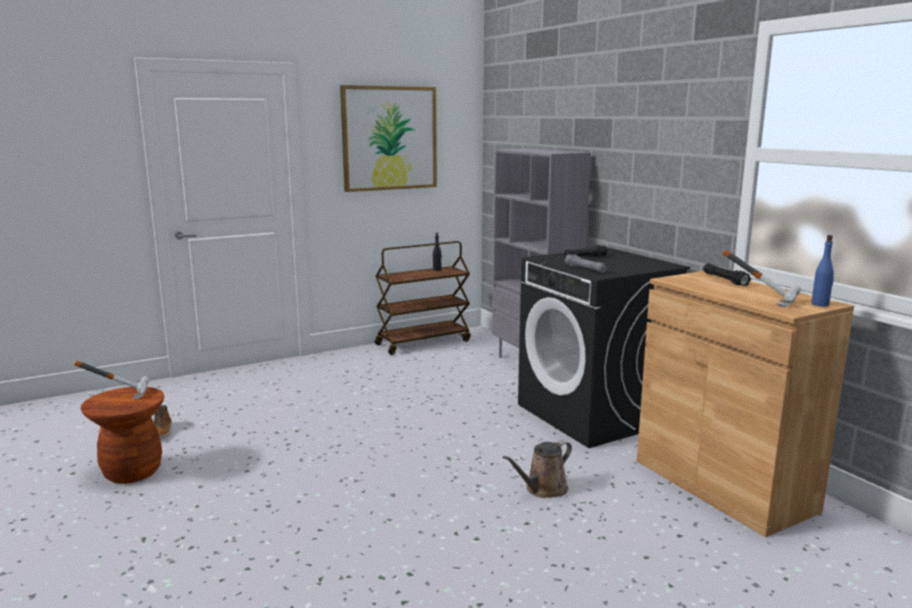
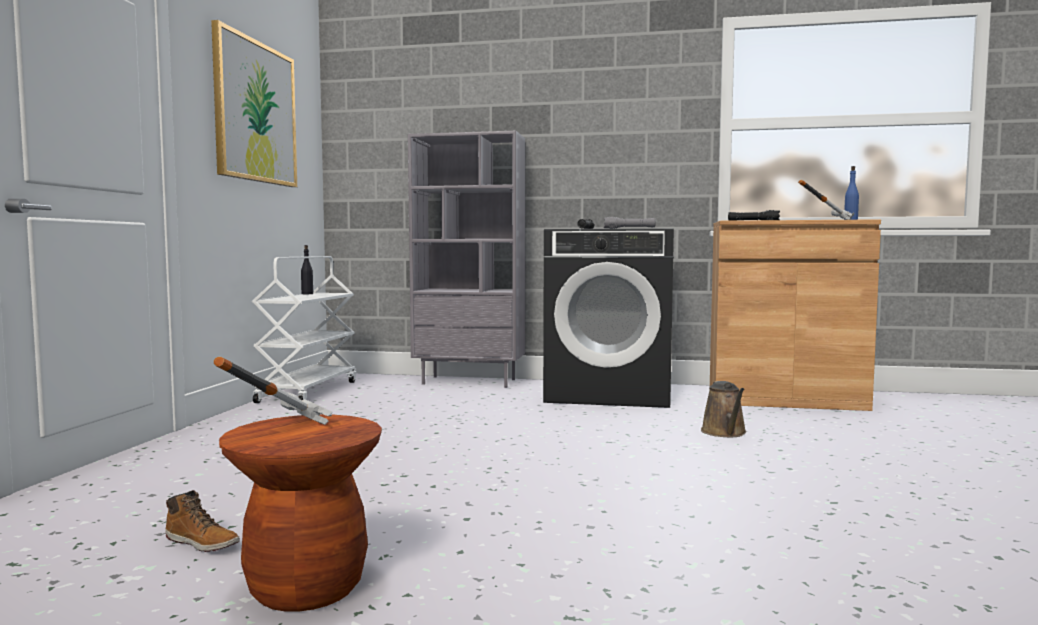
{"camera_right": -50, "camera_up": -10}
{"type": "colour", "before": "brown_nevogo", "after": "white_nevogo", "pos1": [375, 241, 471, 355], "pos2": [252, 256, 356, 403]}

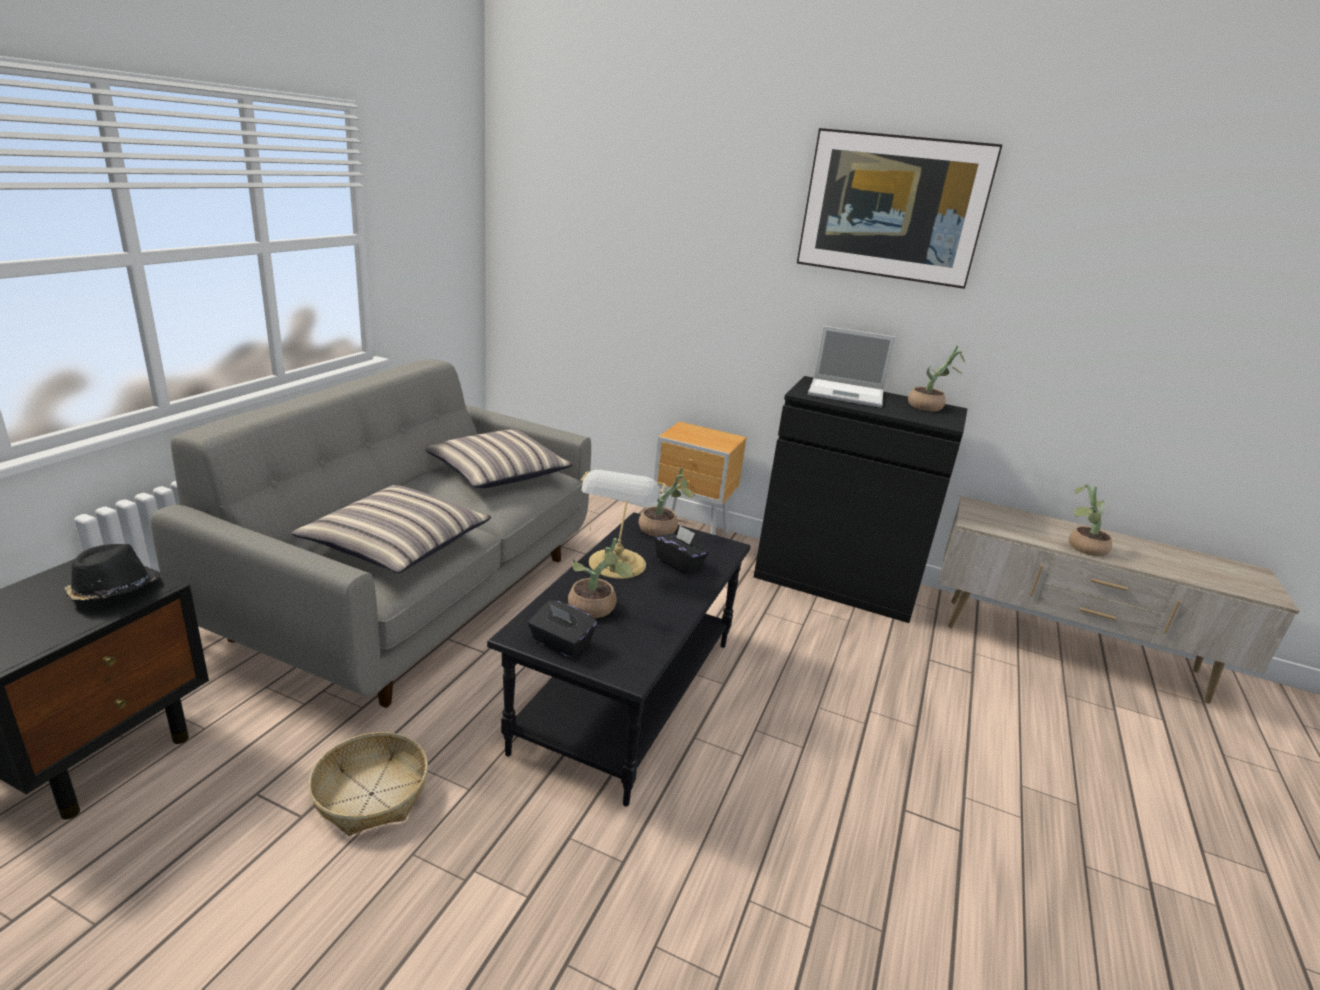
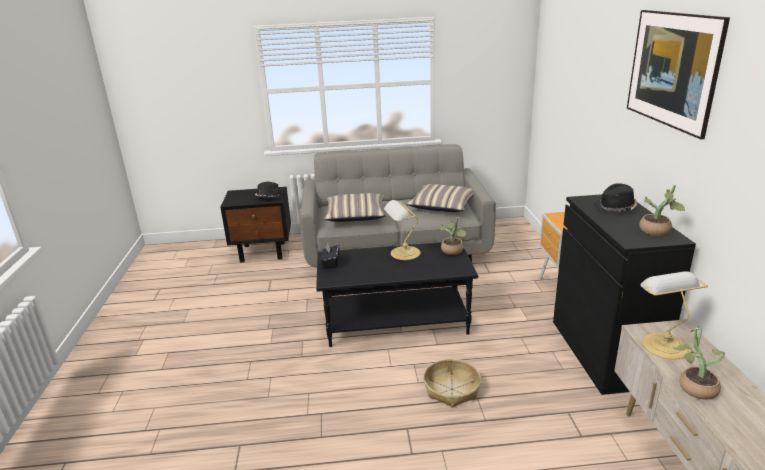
{"camera_right": 65, "camera_up": 0}
{"type": "relocated", "before": "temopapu", "pos1": [308, 732, 428, 836], "pos2": [424, 359, 481, 408]}
{"type": "exchanged", "before": "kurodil", "after": "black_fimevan", "pos1": [808, 326, 895, 408], "pos2": [595, 183, 637, 214]}
{"type": "appeared", "after": "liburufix", "pos2": [640, 272, 708, 360]}
{"type": "missing", "before": "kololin", "pos1": [568, 538, 634, 618]}
{"type": "missing", "before": "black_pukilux", "pos1": [655, 525, 709, 574]}

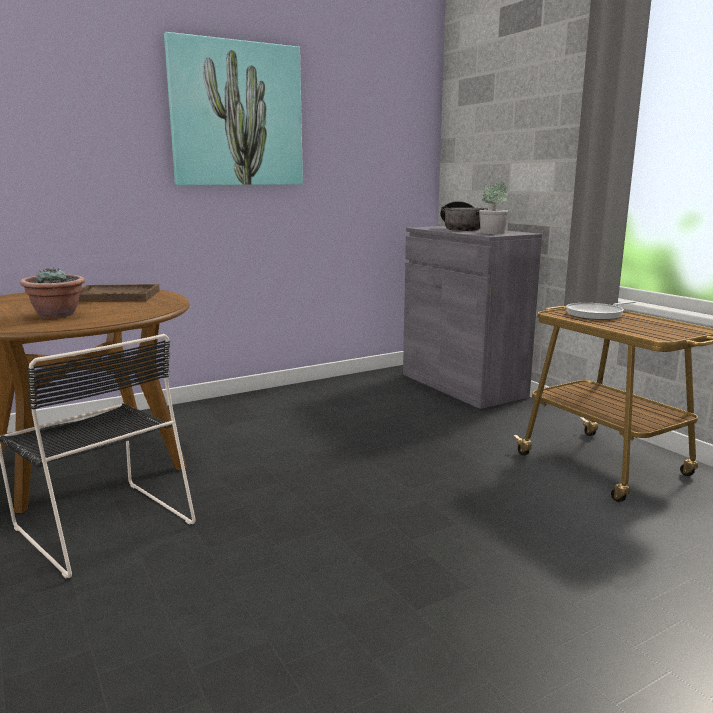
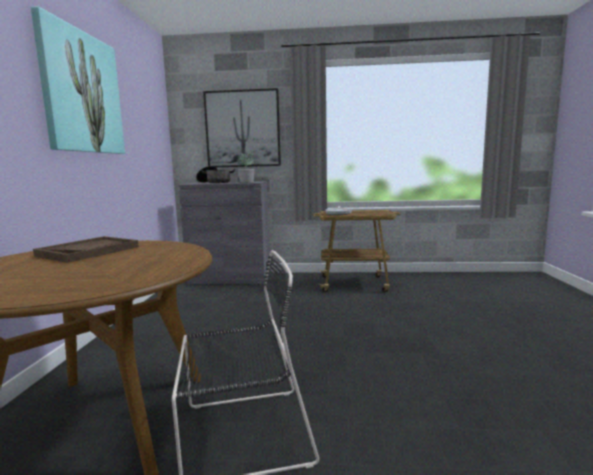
{"camera_right": -55, "camera_up": -5}
{"type": "appeared", "after": "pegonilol", "pos2": [203, 88, 281, 167]}
{"type": "missing", "before": "kololin", "pos1": [20, 268, 85, 318]}

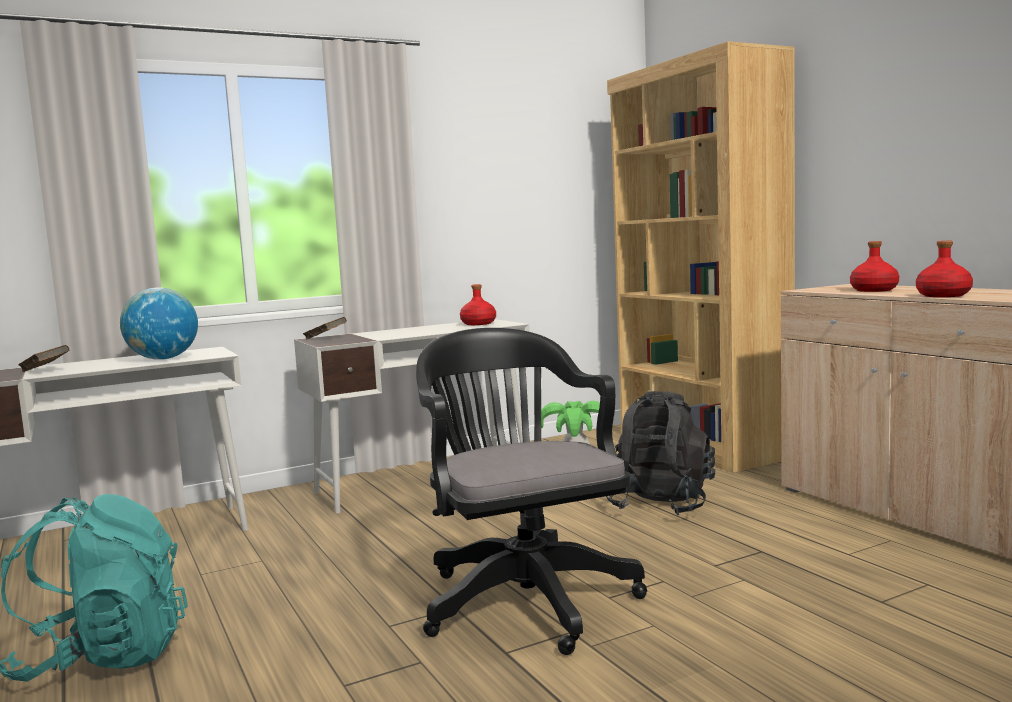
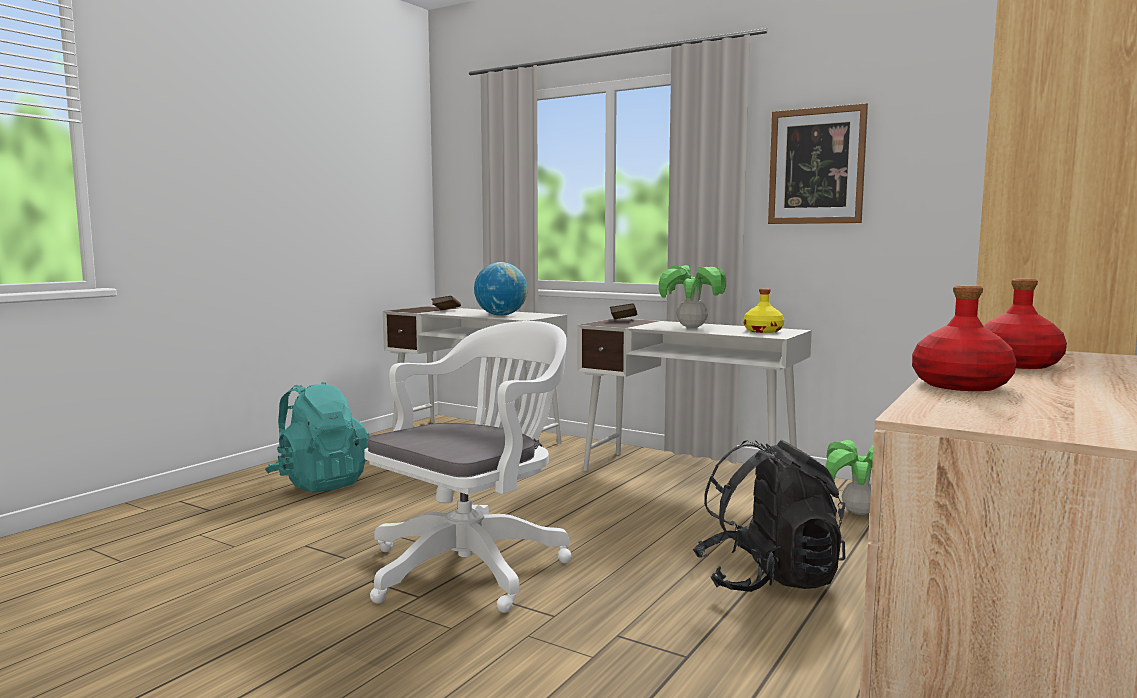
{"camera_right": 60, "camera_up": 0}
{"type": "colour", "before": "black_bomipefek", "after": "white_bomipefek", "pos1": [416, 328, 647, 655], "pos2": [364, 321, 572, 613]}
{"type": "appeared", "after": "kololin", "pos2": [659, 265, 726, 328]}
{"type": "colour", "before": "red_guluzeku", "after": "yellow_guluzeku", "pos1": [460, 284, 496, 325], "pos2": [743, 288, 784, 333]}
{"type": "appeared", "after": "pegonilol", "pos2": [768, 103, 868, 224]}

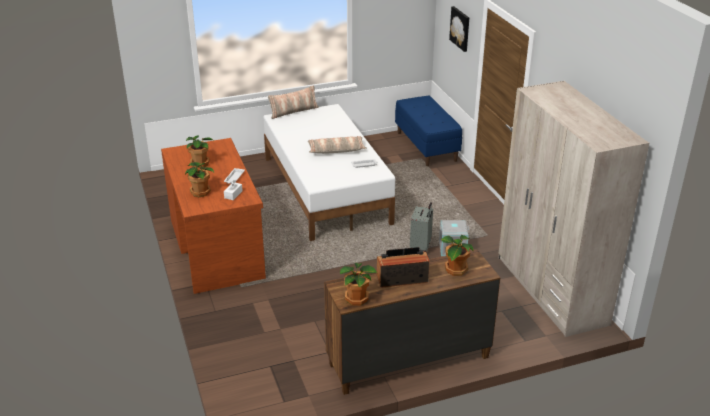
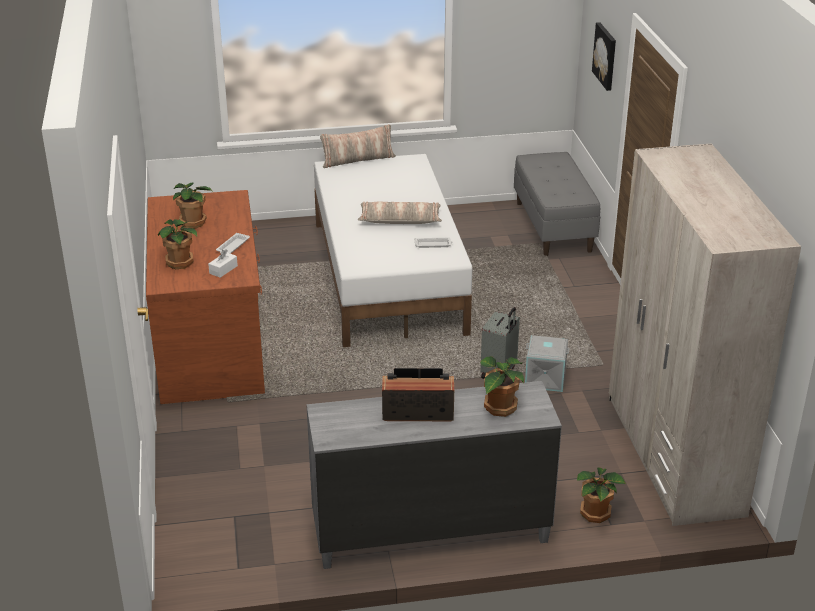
{"camera_right": 10, "camera_up": 0}
{"type": "colour", "before": "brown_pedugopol", "after": "grey_pedugopol", "pos1": [324, 249, 500, 395], "pos2": [306, 381, 562, 569]}
{"type": "colour", "before": "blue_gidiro", "after": "grey_gidiro", "pos1": [395, 96, 462, 167], "pos2": [514, 152, 600, 256]}
{"type": "relocated", "before": "kololin", "pos1": [340, 263, 377, 306], "pos2": [577, 467, 626, 523]}

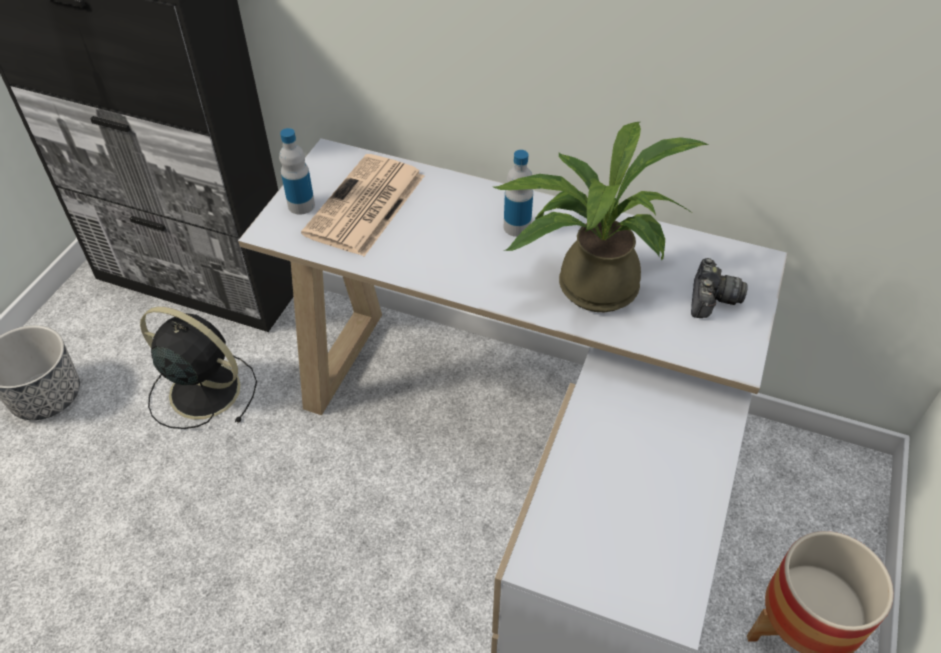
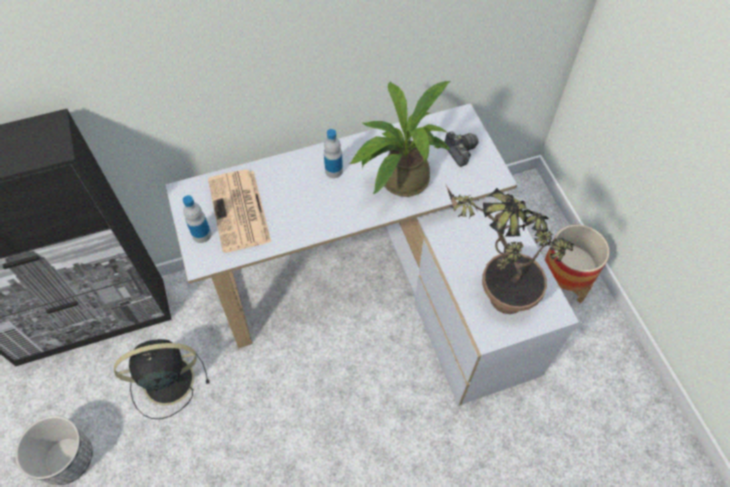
{"camera_right": -40, "camera_up": 10}
{"type": "appeared", "after": "kololin", "pos2": [445, 183, 574, 314]}

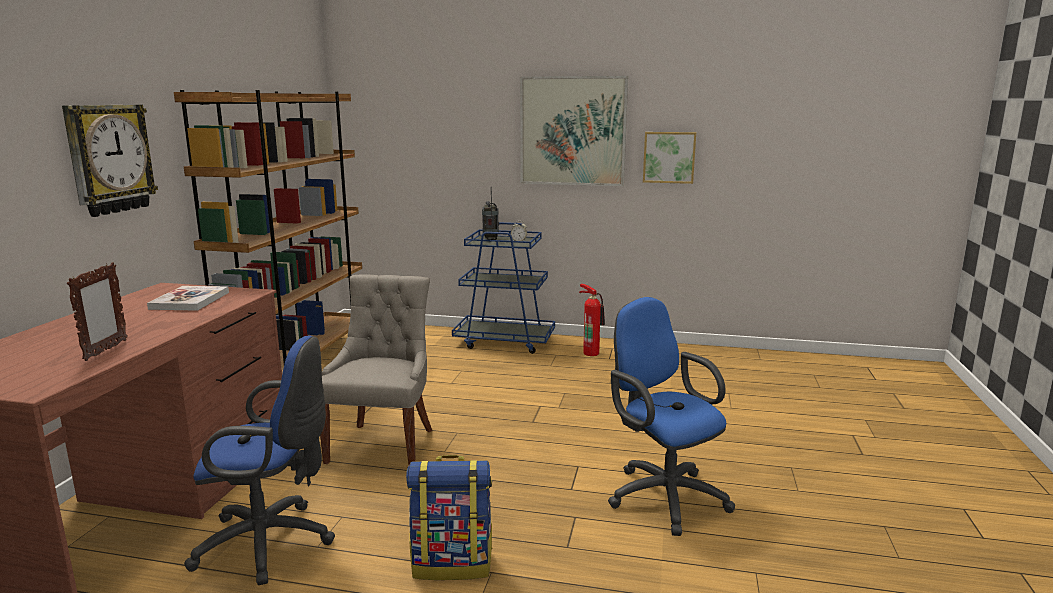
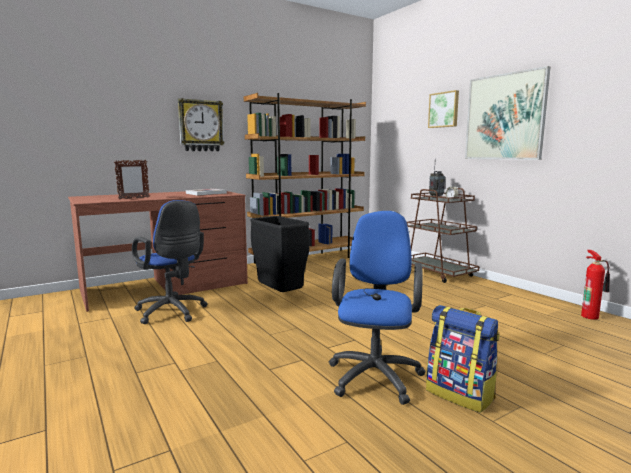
{"camera_right": 45, "camera_up": -5}
{"type": "exchanged", "before": "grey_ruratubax", "after": "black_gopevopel", "pos1": [320, 275, 432, 465], "pos2": [250, 216, 310, 292]}
{"type": "colour", "before": "blue_nevogo", "after": "brown_nevogo", "pos1": [452, 222, 555, 354], "pos2": [407, 188, 480, 283]}
{"type": "relocated", "before": "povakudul", "pos1": [406, 455, 492, 580], "pos2": [426, 305, 500, 413]}
{"type": "relocated", "before": "pegonilol", "pos1": [643, 132, 696, 184], "pos2": [428, 90, 459, 128]}
{"type": "relocated", "before": "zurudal", "pos1": [579, 284, 605, 356], "pos2": [581, 250, 610, 320]}

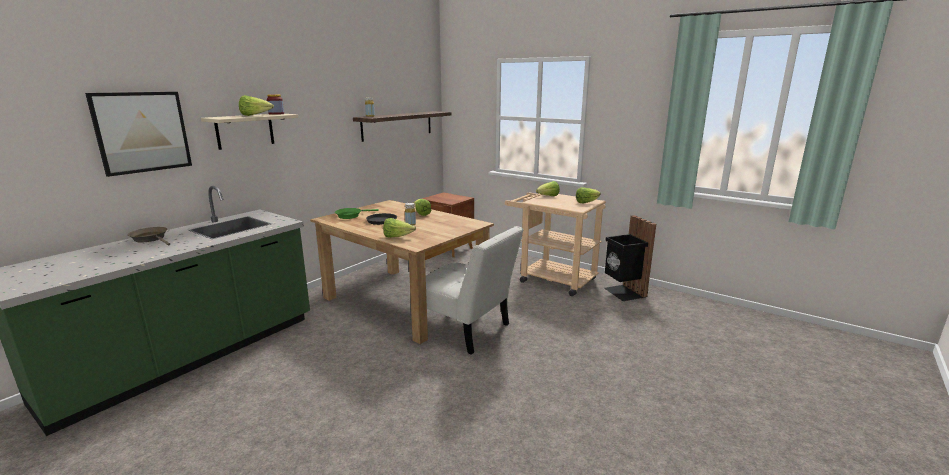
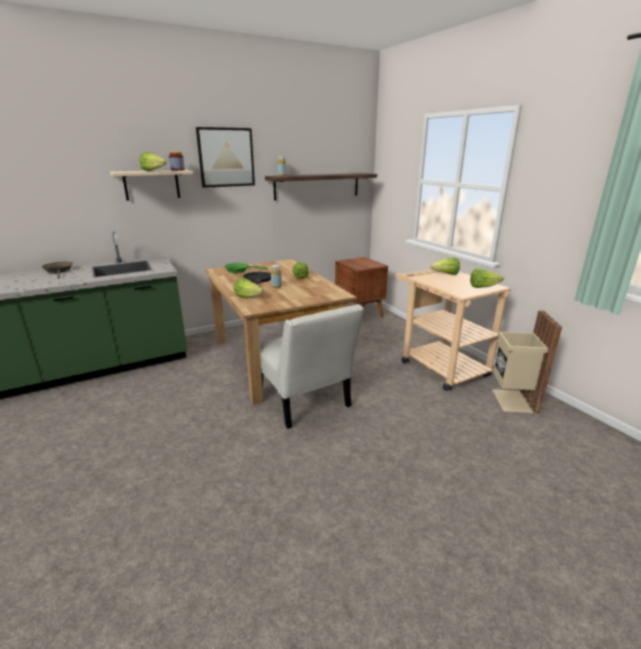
{"camera_right": 25, "camera_up": 5}
{"type": "relocated", "before": "pegonilol", "pos1": [85, 92, 192, 177], "pos2": [196, 127, 255, 188]}
{"type": "colour", "before": "black_gopevopel", "after": "beige_gopevopel", "pos1": [604, 215, 656, 301], "pos2": [492, 311, 562, 413]}

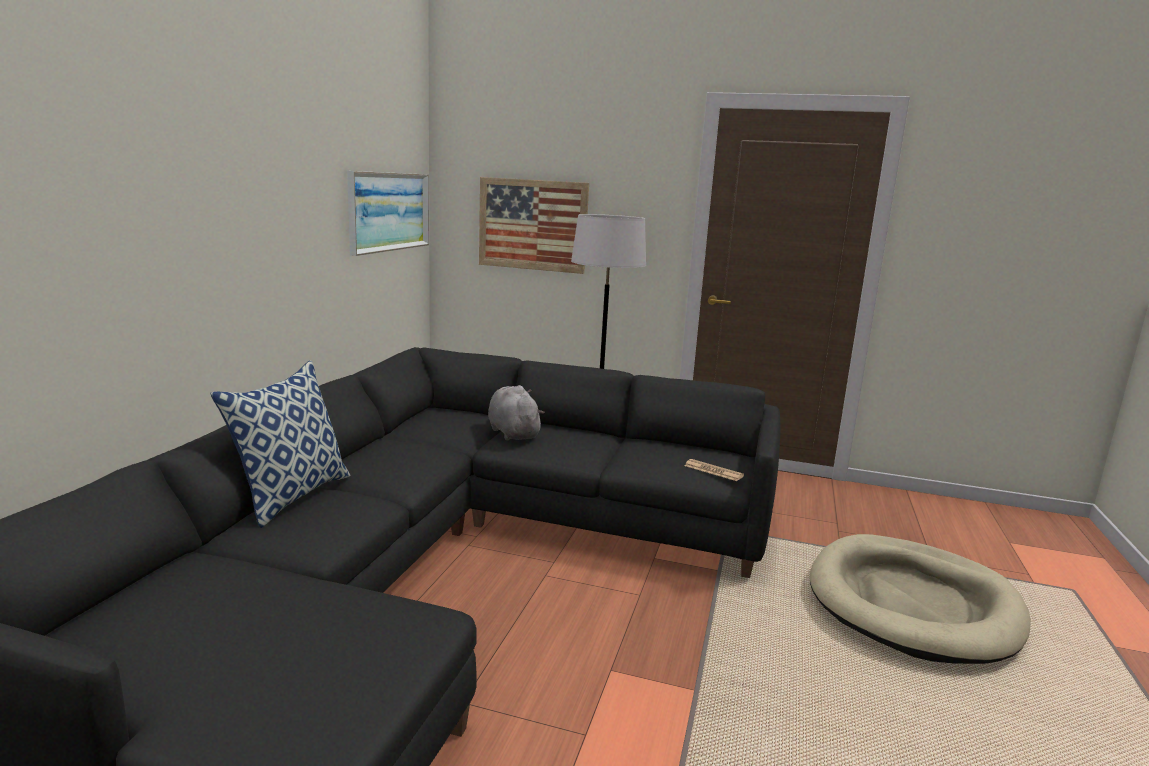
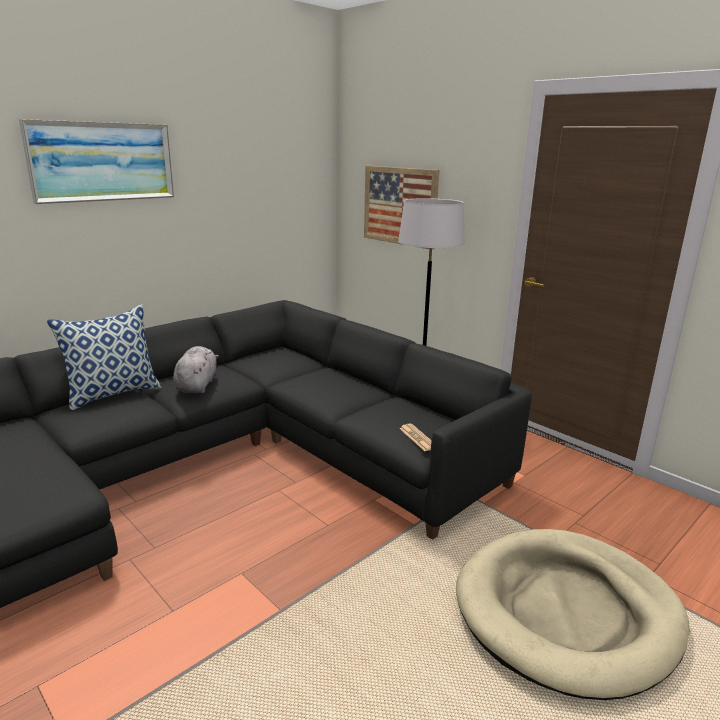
{"camera_right": 30, "camera_up": 5}
{"type": "relocated", "before": "pegonilol", "pos1": [347, 171, 429, 256], "pos2": [19, 119, 174, 204]}
{"type": "relocated", "before": "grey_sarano", "pos1": [488, 385, 545, 441], "pos2": [173, 346, 219, 393]}

